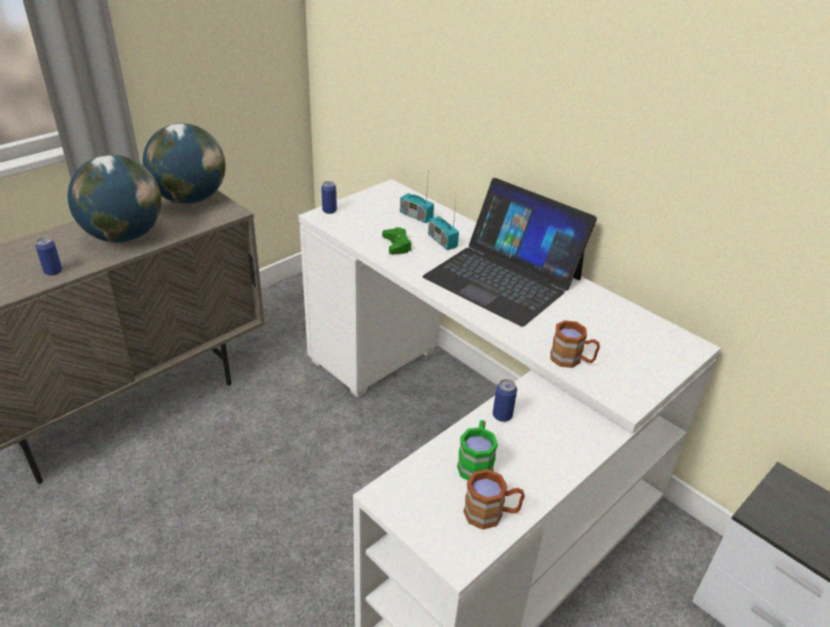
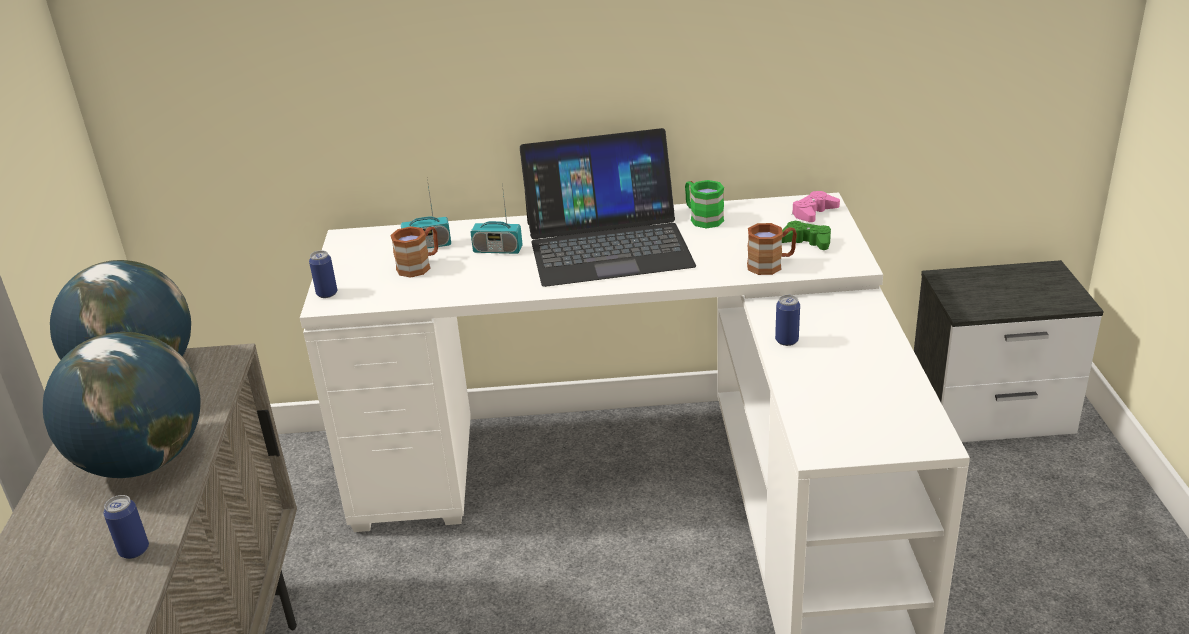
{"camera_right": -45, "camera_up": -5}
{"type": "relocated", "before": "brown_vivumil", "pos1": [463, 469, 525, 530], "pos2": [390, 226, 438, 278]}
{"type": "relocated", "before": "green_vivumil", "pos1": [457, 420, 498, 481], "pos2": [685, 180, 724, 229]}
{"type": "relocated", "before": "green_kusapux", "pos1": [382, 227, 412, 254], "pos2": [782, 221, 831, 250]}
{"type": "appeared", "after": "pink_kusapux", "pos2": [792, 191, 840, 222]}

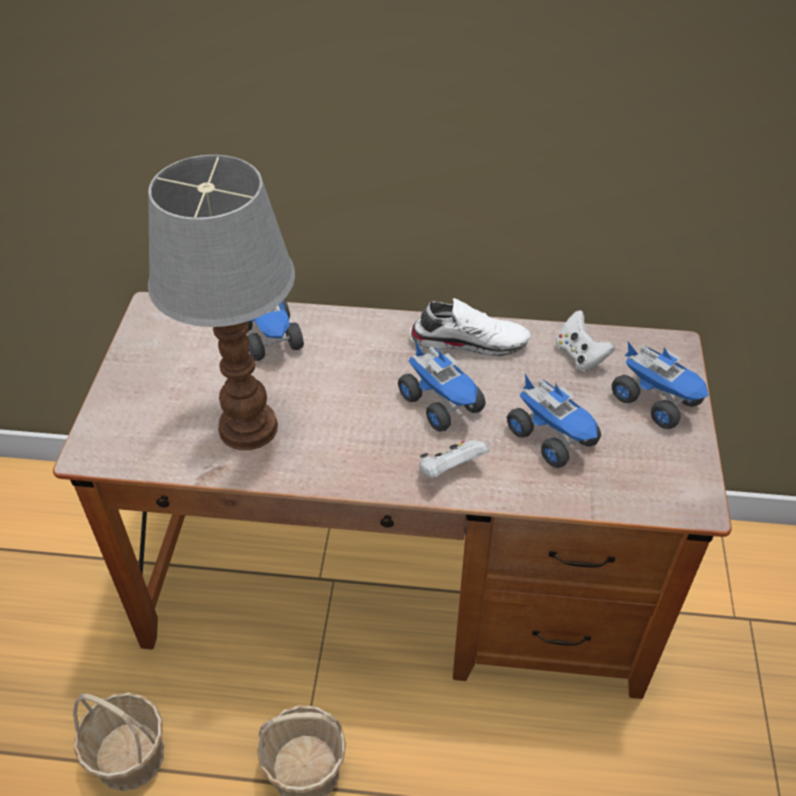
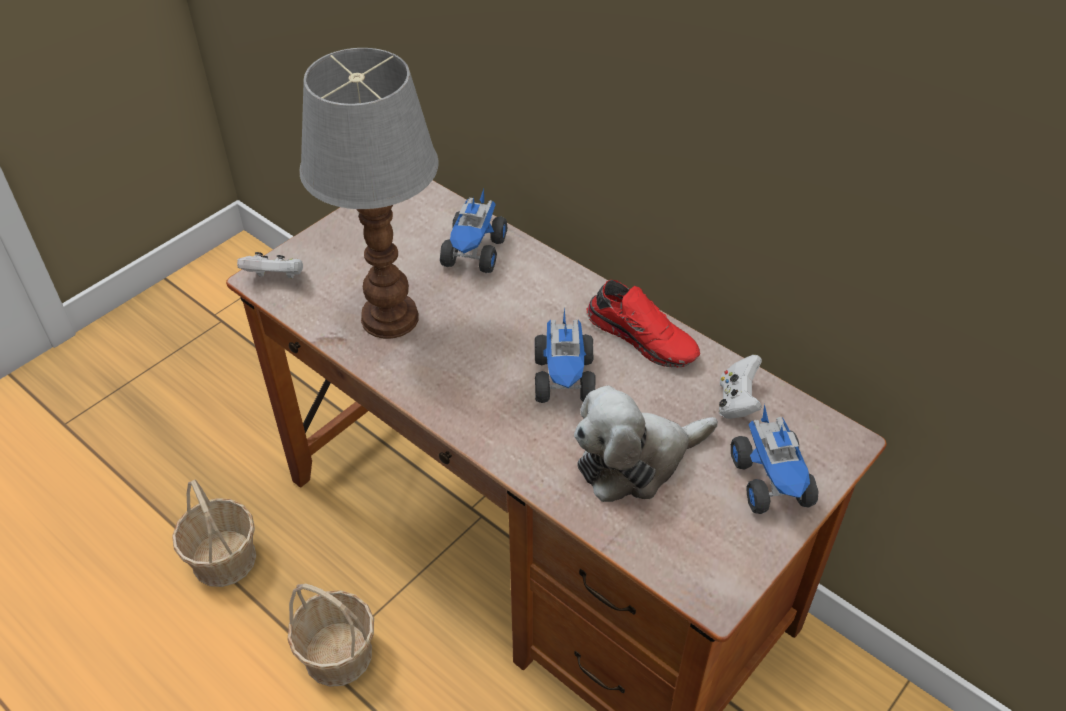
{"camera_right": 35, "camera_up": 0}
{"type": "relocated", "before": "white_kusapux", "pos1": [419, 440, 489, 478], "pos2": [237, 252, 303, 279]}
{"type": "exchanged", "before": "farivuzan", "after": "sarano", "pos1": [507, 374, 601, 468], "pos2": [574, 386, 718, 502]}
{"type": "colour", "before": "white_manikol", "after": "red_manikol", "pos1": [410, 298, 531, 357], "pos2": [587, 280, 700, 368]}

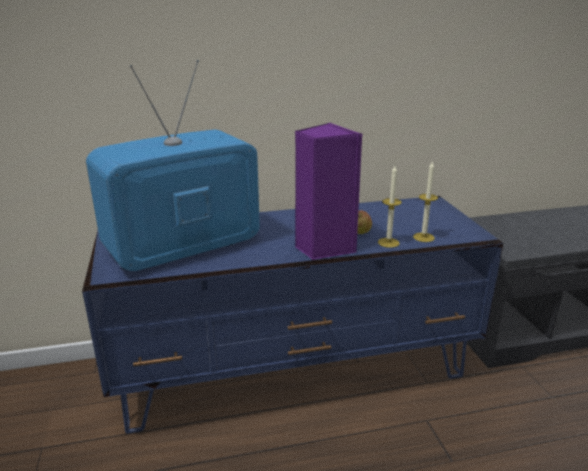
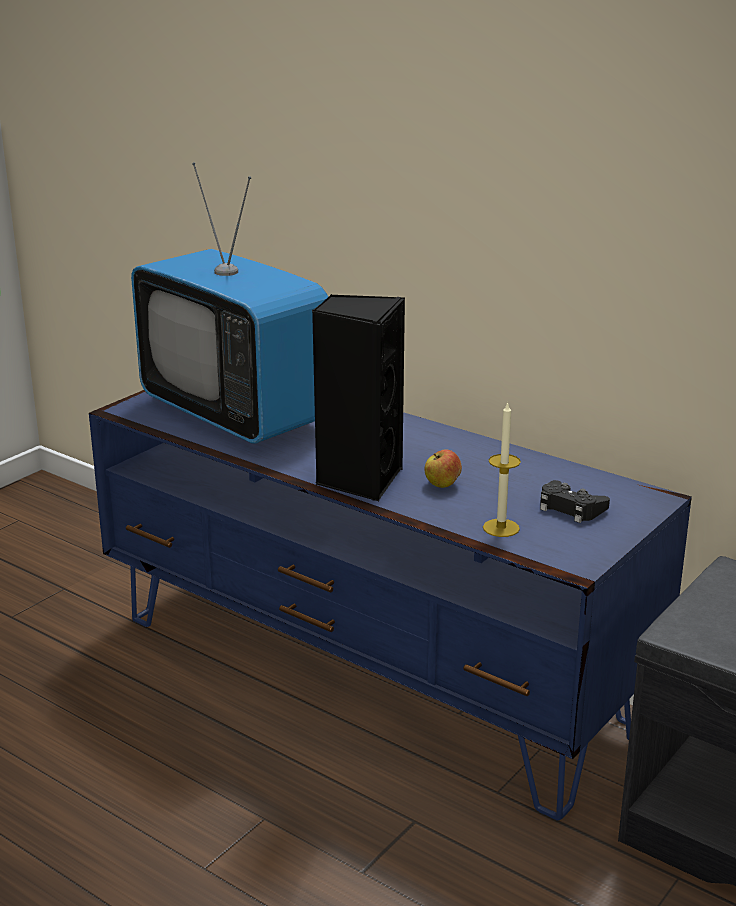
{"camera_right": 50, "camera_up": 0}
{"type": "spun", "before": "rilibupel", "pos1": [86, 60, 260, 271], "pos2": [131, 162, 328, 443], "turn": -150}
{"type": "colour", "before": "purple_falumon", "after": "black_falumon", "pos1": [295, 123, 362, 260], "pos2": [312, 294, 405, 501]}
{"type": "appeared", "after": "black_kusapux", "pos2": [540, 480, 610, 523]}
{"type": "missing", "before": "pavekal", "pos1": [378, 166, 402, 248]}

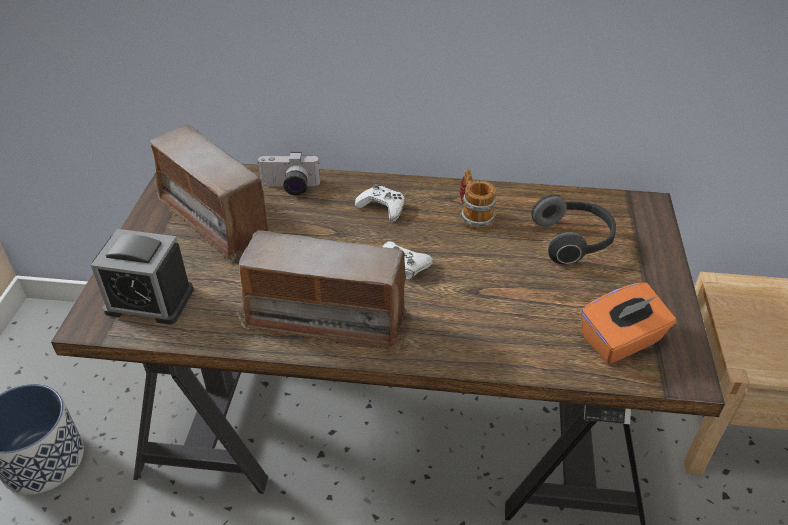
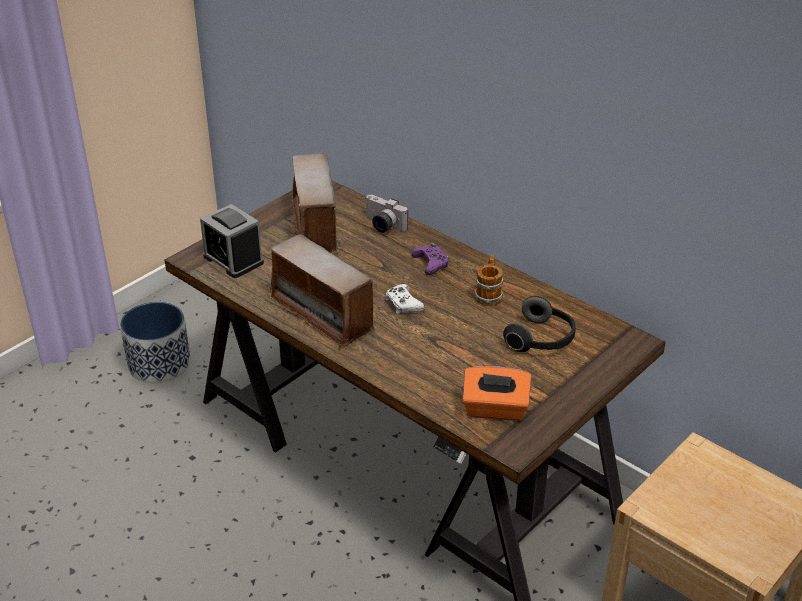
{"camera_right": 35, "camera_up": -5}
{"type": "colour", "before": "white_kusapux", "after": "purple_kusapux", "pos1": [355, 184, 405, 222], "pos2": [412, 243, 448, 275]}

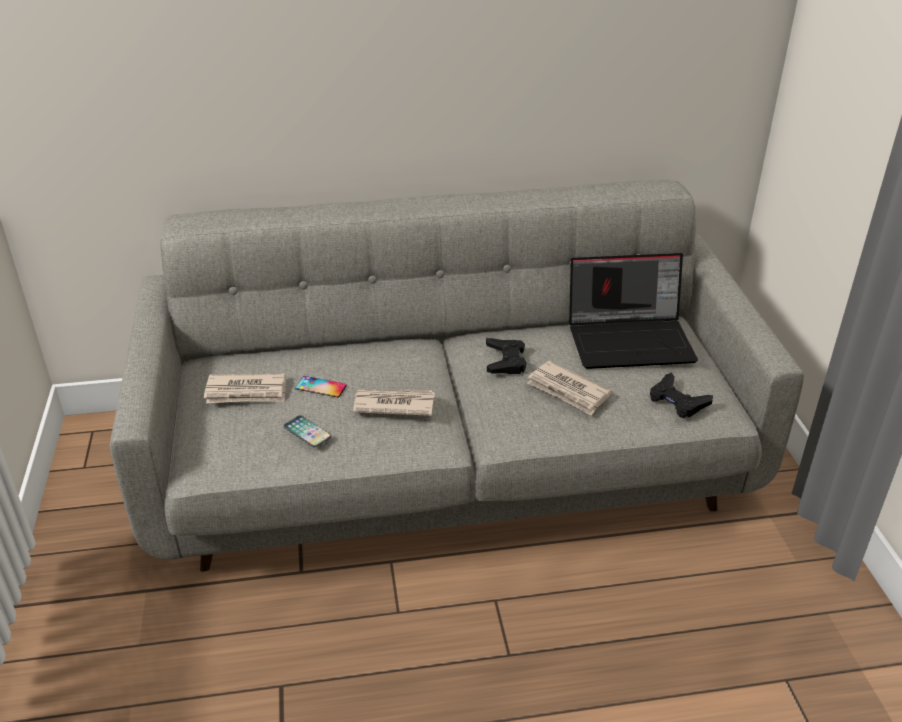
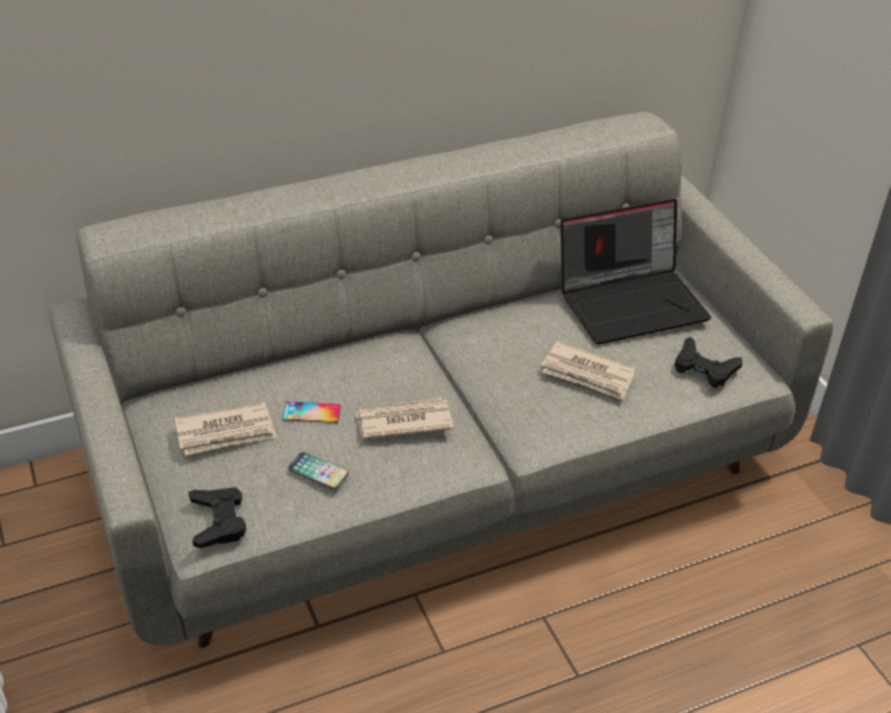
{"camera_right": -15, "camera_up": 5}
{"type": "relocated", "before": "black_kusapux", "pos1": [486, 338, 526, 374], "pos2": [188, 487, 246, 548]}

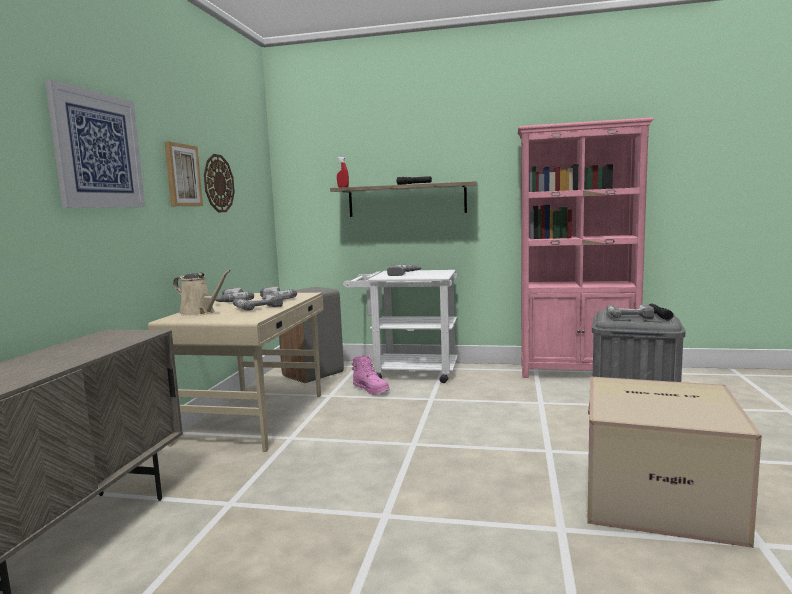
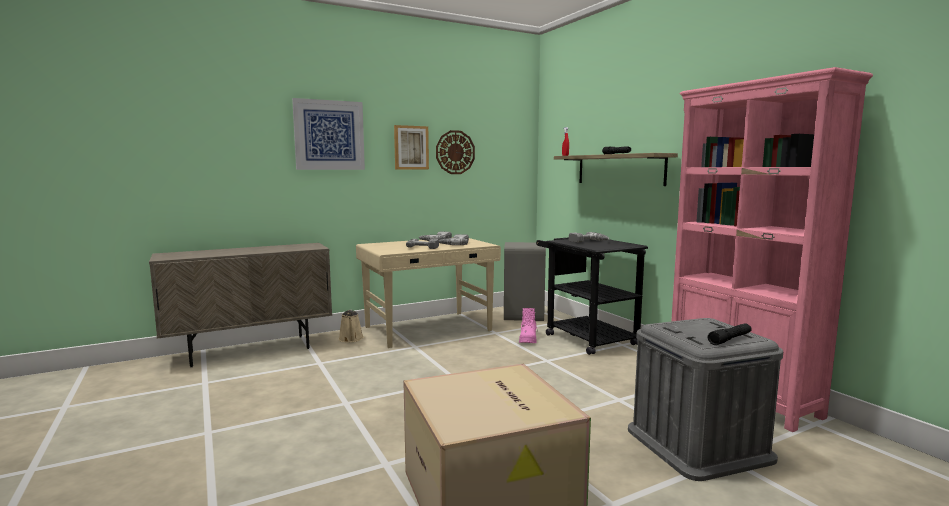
{"camera_right": 50, "camera_up": 0}
{"type": "relocated", "before": "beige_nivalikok", "pos1": [173, 270, 231, 316], "pos2": [339, 310, 364, 342]}
{"type": "colour", "before": "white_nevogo", "after": "black_nevogo", "pos1": [343, 270, 458, 383], "pos2": [536, 237, 648, 355]}
{"type": "missing", "before": "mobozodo", "pos1": [606, 305, 654, 319]}

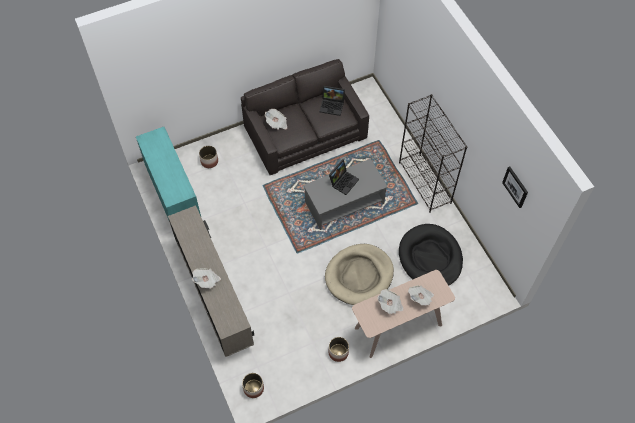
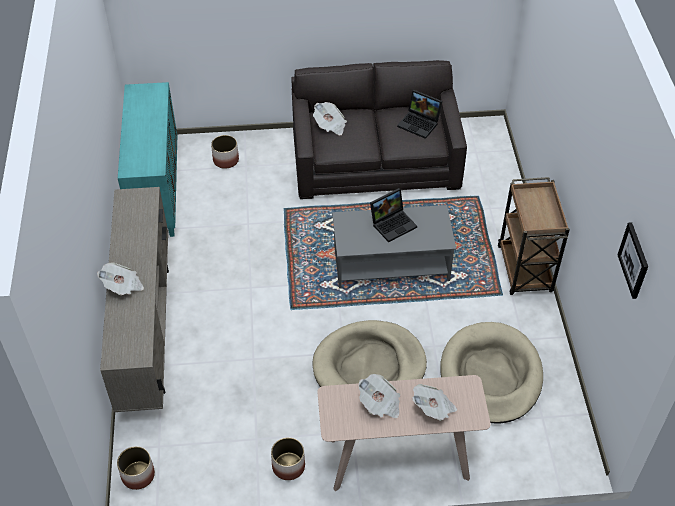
{"camera_right": 20, "camera_up": -10}
{"type": "colour", "before": "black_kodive", "after": "beige_kodive", "pos1": [399, 224, 463, 286], "pos2": [440, 322, 543, 424]}
{"type": "exchanged", "before": "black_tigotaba", "after": "brown_nevogo", "pos1": [399, 94, 467, 213], "pos2": [498, 177, 570, 295]}

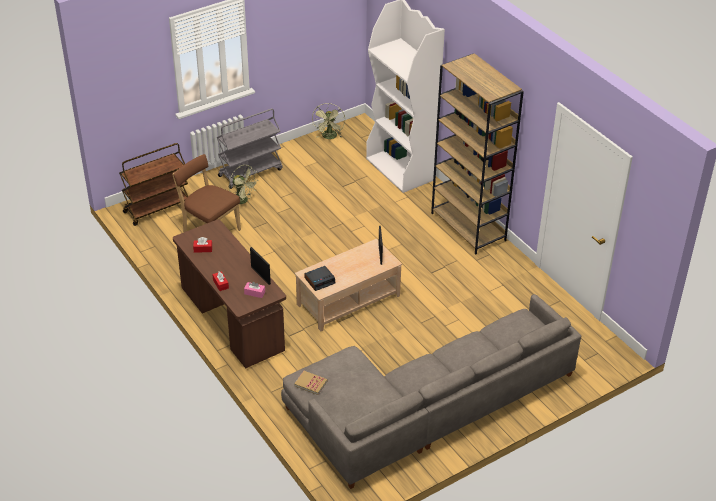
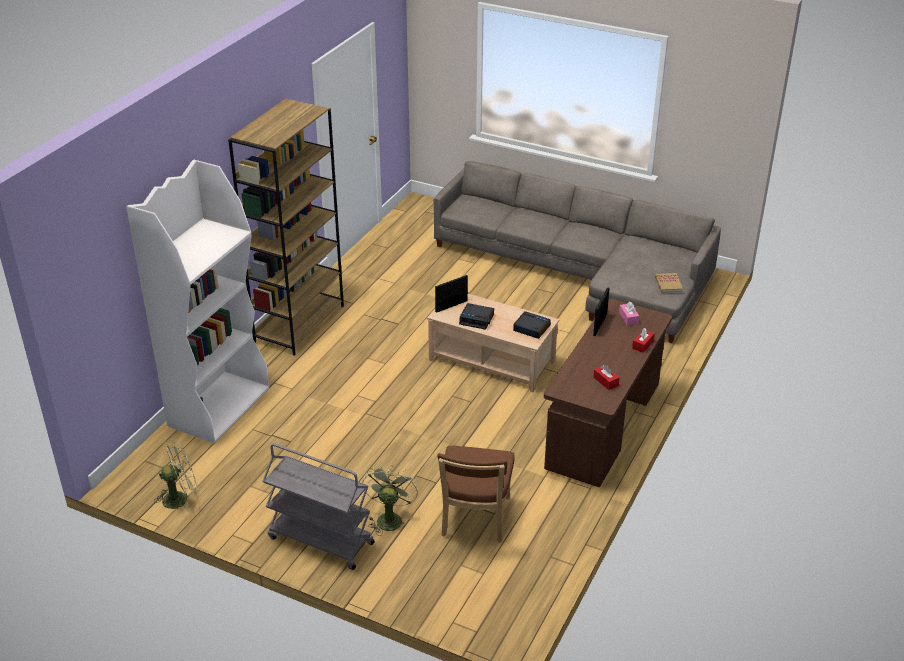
{"camera_right": -120, "camera_up": -5}
{"type": "appeared", "after": "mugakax", "pos2": [459, 303, 494, 330]}
{"type": "missing", "before": "brown_nevogo", "pos1": [119, 143, 188, 226]}

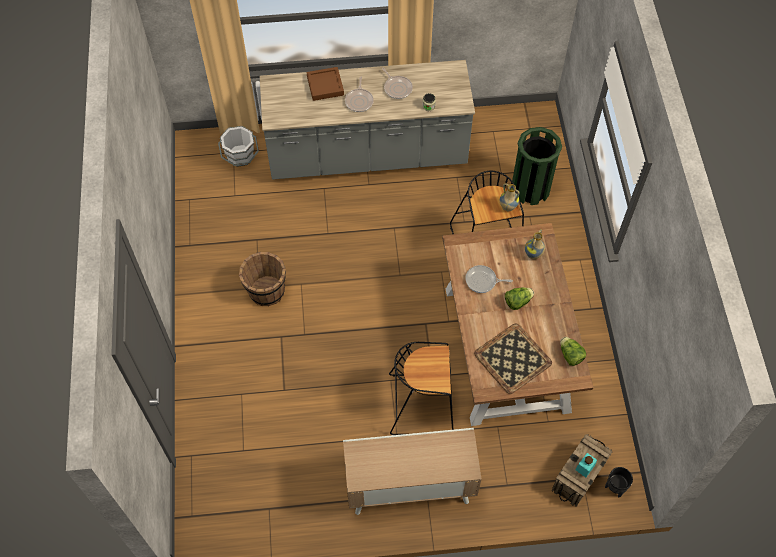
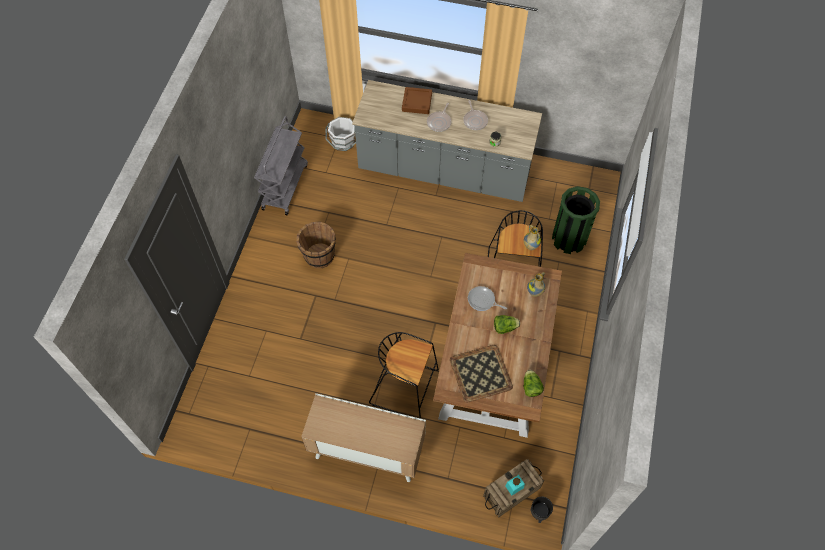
{"camera_right": 20, "camera_up": 0}
{"type": "appeared", "after": "grey_nevogo", "pos2": [254, 116, 308, 215]}

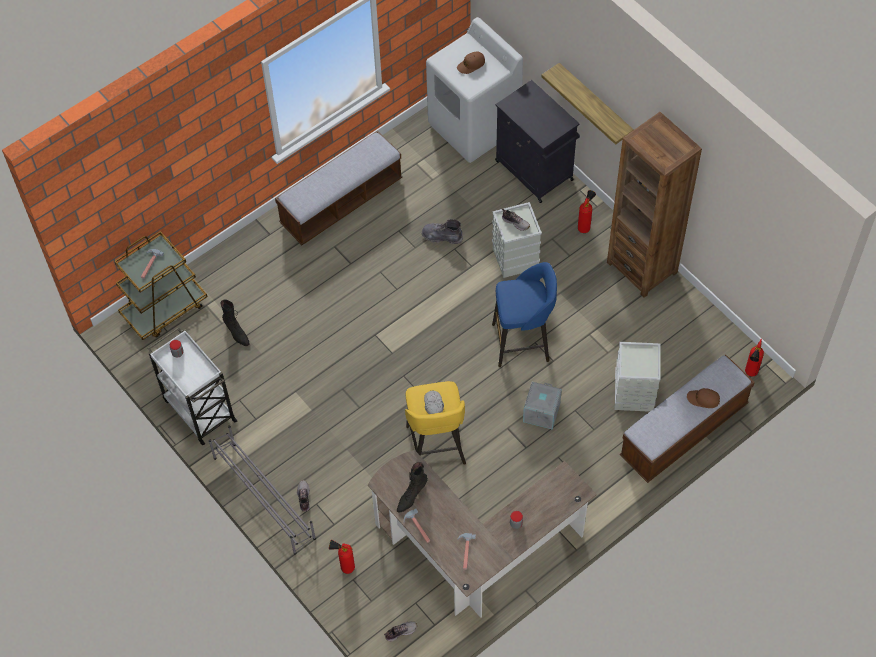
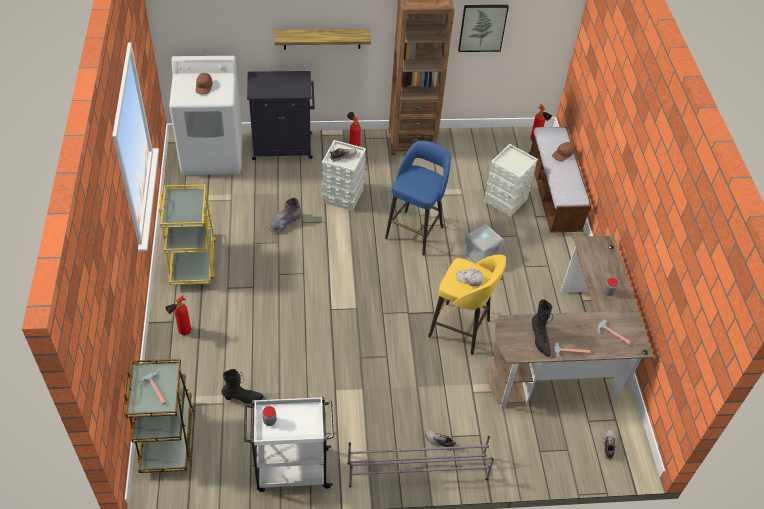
{"camera_right": -60, "camera_up": -10}
{"type": "exchanged", "before": "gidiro", "after": "yellow_nevogo", "pos1": [275, 130, 402, 245], "pos2": [159, 185, 216, 285]}
{"type": "relocated", "before": "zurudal", "pos1": [329, 540, 355, 574], "pos2": [165, 295, 191, 335]}
{"type": "appeared", "after": "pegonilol", "pos2": [458, 5, 509, 52]}

